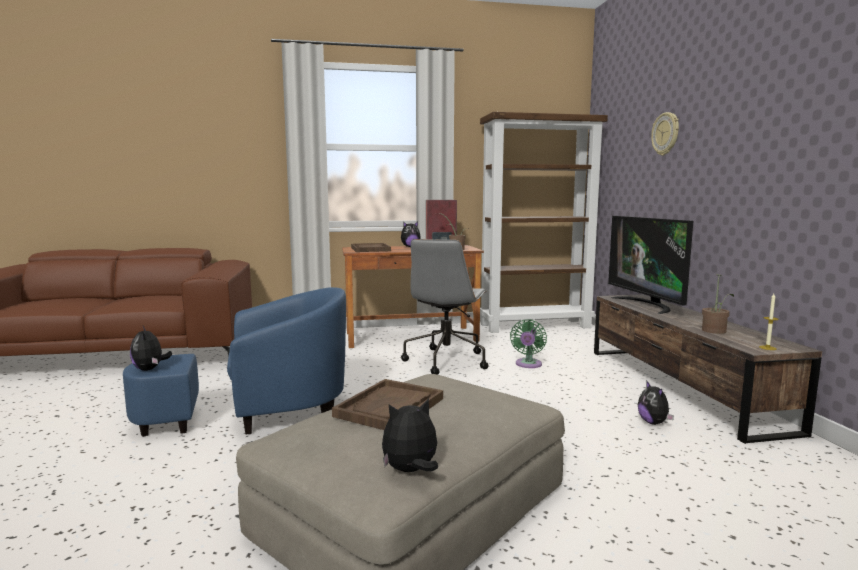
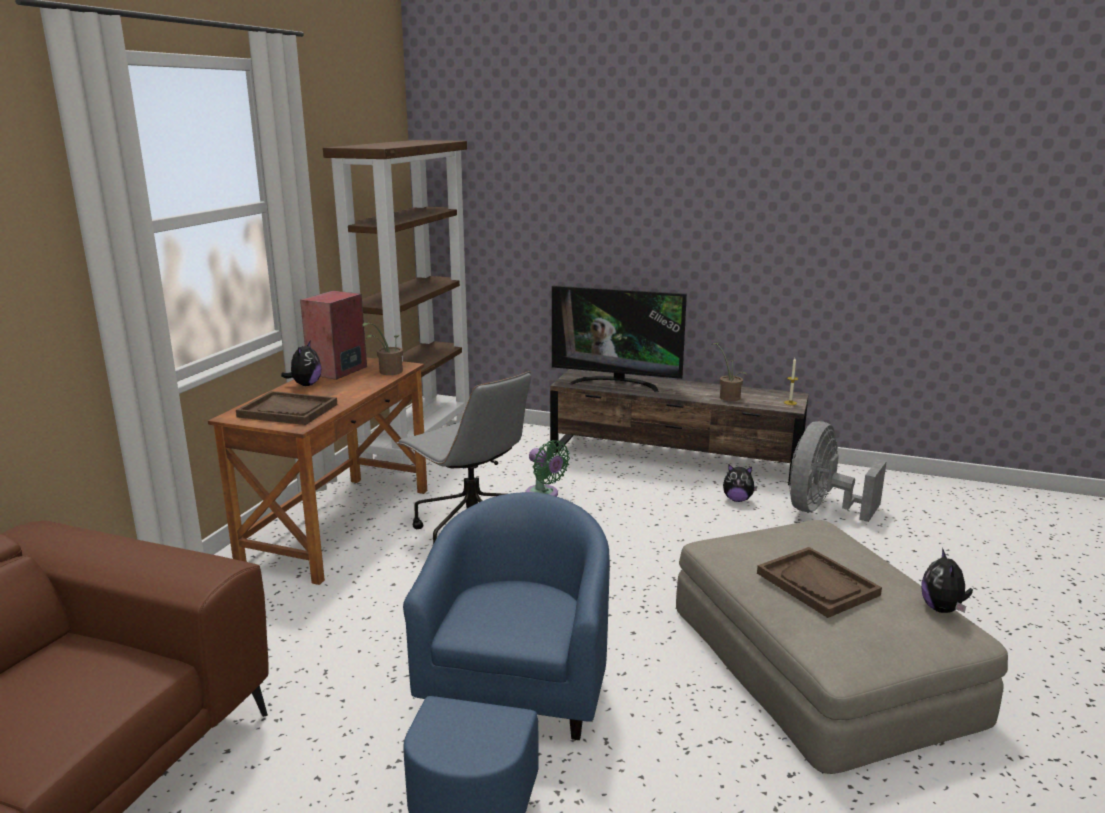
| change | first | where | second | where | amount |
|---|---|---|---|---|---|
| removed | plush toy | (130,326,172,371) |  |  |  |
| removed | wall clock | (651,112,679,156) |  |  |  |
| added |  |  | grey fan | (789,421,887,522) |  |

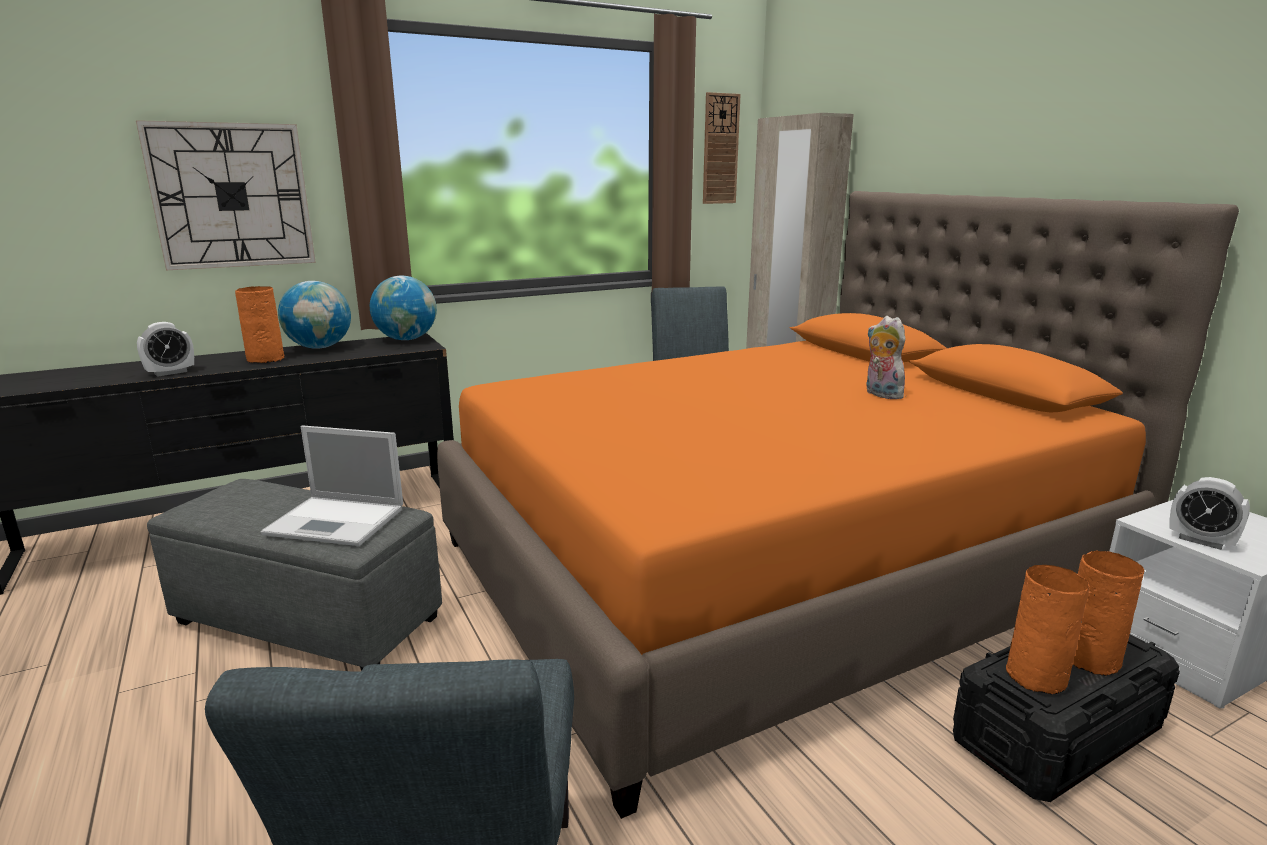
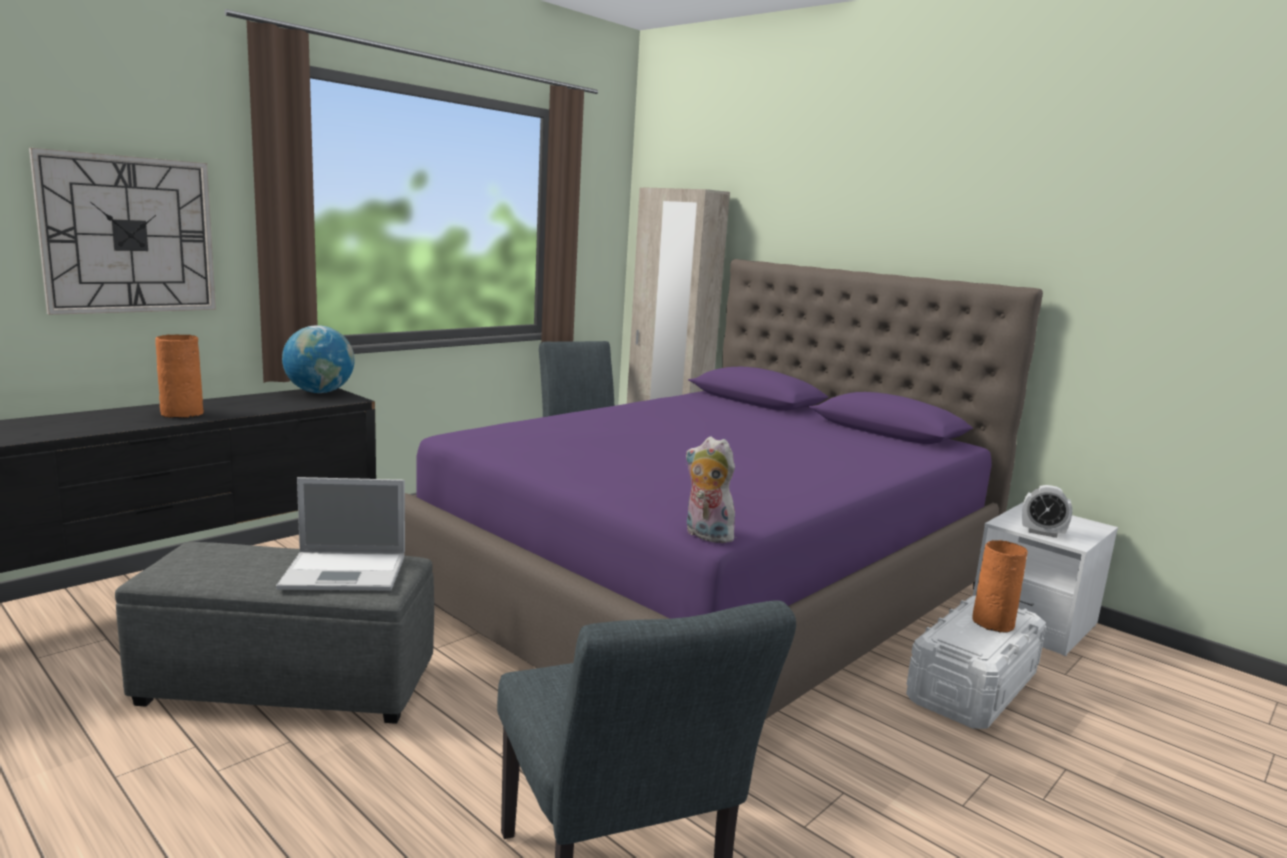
| change | first | where | second | where | amount |
|---|---|---|---|---|---|
| removed | alarm clock | (137,322,194,377) |  |  |  |
| removed | globe | (278,281,351,349) |  |  |  |
| removed | wall clock | (703,92,741,204) |  |  |  |
| removed | orange vase | (1006,565,1089,695) |  |  |  |
| moved | plush toy | (866,316,909,399) |  | (685,437,739,543) |  |
| recoloured | orange bed | (437,191,1239,819) | purple bed | (404,259,1043,720) |  |
| recoloured | black storage box | (953,634,1180,802) | white storage box | (906,596,1046,729) |  |

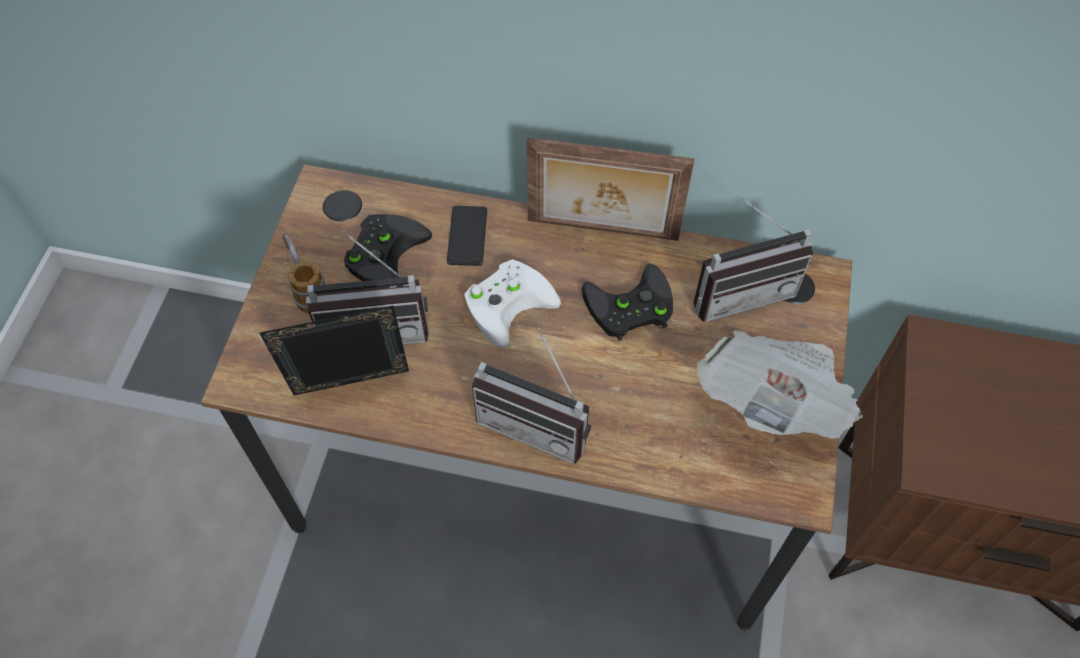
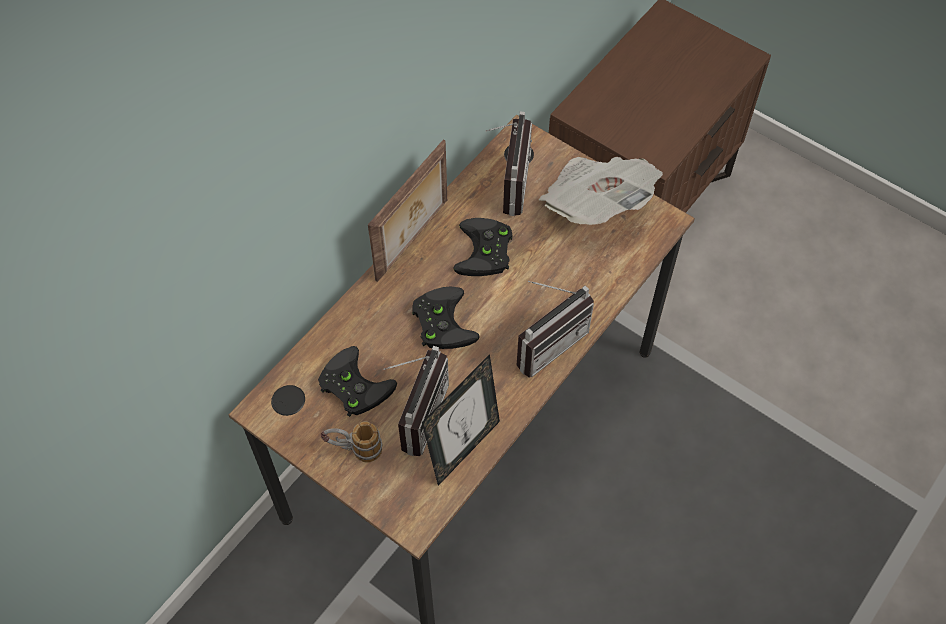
| change | first | where | second | where | amount |
|---|---|---|---|---|---|
| removed | phone | (447,206,487,266) |  |  |  |
| recoloured | white game controller | (464,259,561,348) | black game controller | (412,286,480,349) |  |
| turned | picture frame | (259,306,409,395) |  | (422,354,500,486) | 150 degrees counterclockwise |

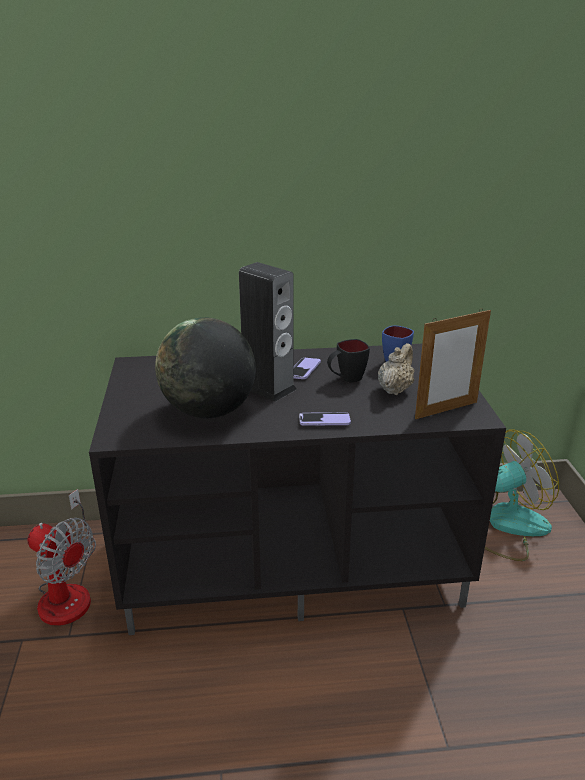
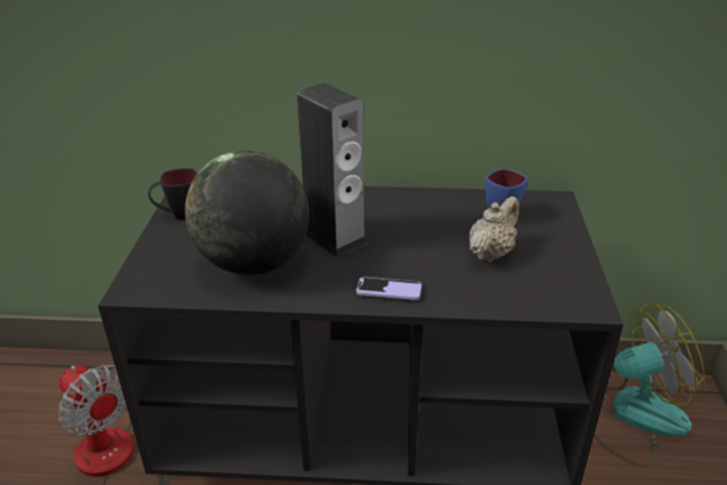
| change | first | where | second | where | amount |
|---|---|---|---|---|---|
| removed | phone | (294,358,321,379) |  |  |  |
| removed | picture frame | (415,308,491,419) |  |  |  |
| moved | black mug | (327,339,370,382) |  | (148,168,197,220) |  |

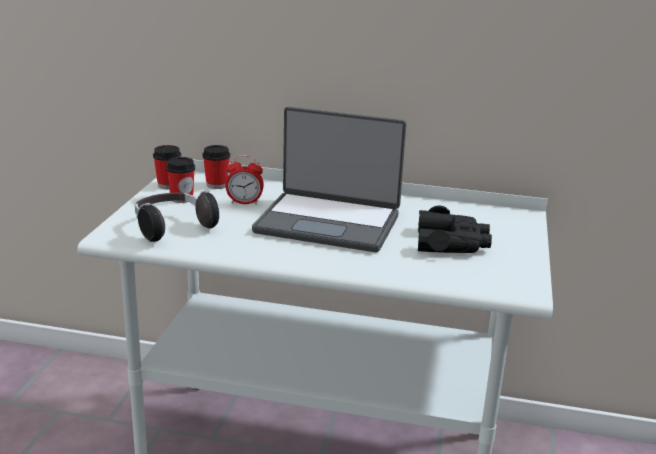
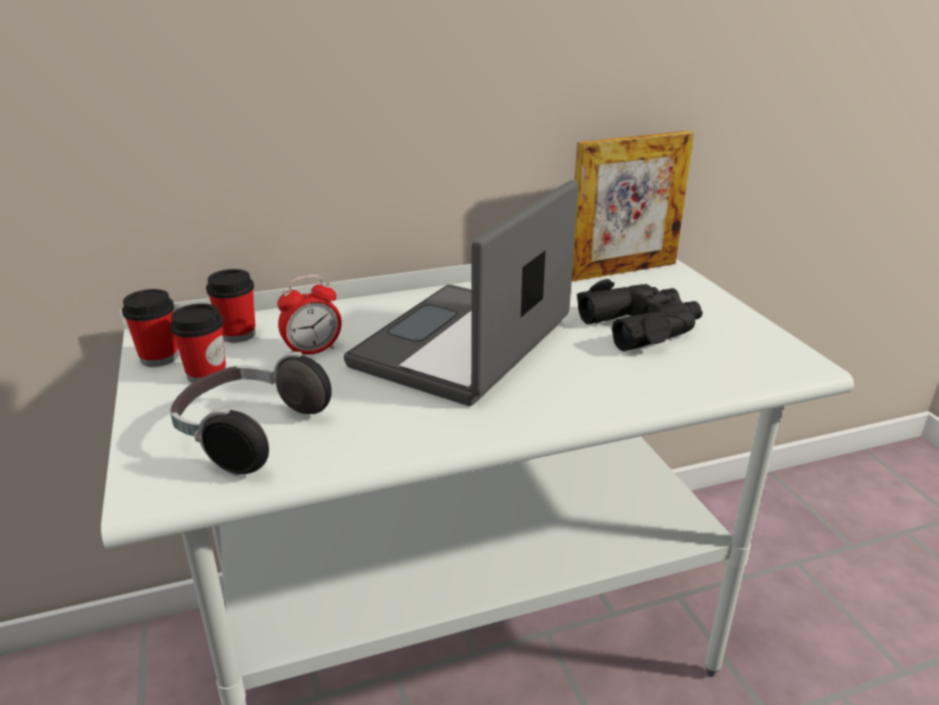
| change | first | where | second | where | amount |
|---|---|---|---|---|---|
| added |  |  | picture frame | (572,131,694,281) |  |
| turned | laptop | (252,106,407,252) |  | (344,180,578,406) | 135 degrees clockwise |

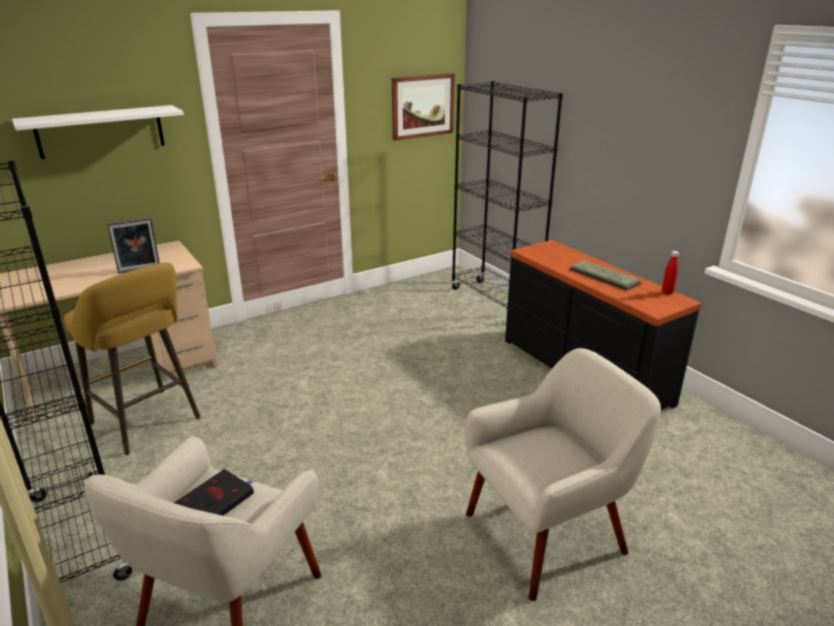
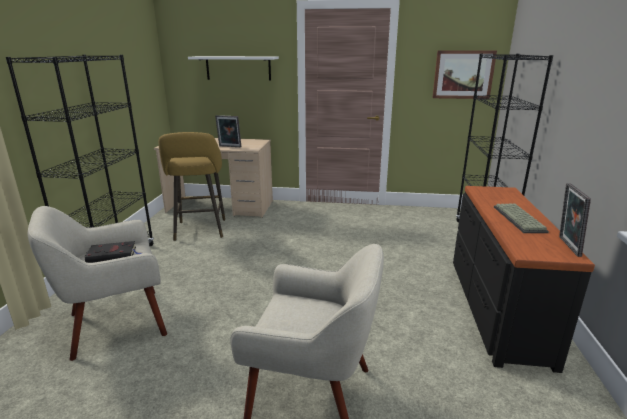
| change | first | where | second | where | amount |
|---|---|---|---|---|---|
| replaced | red bottle | (662,251,679,294) | picture frame | (559,183,591,257) |  |

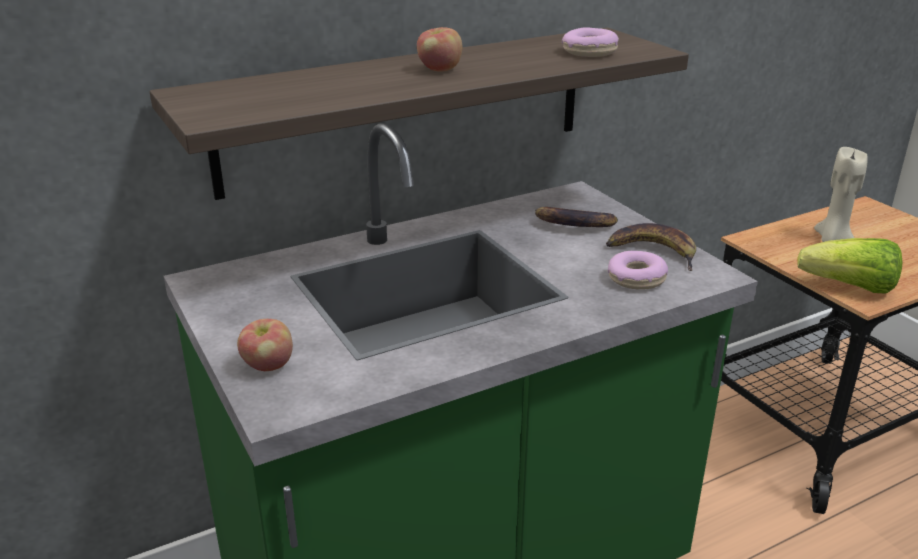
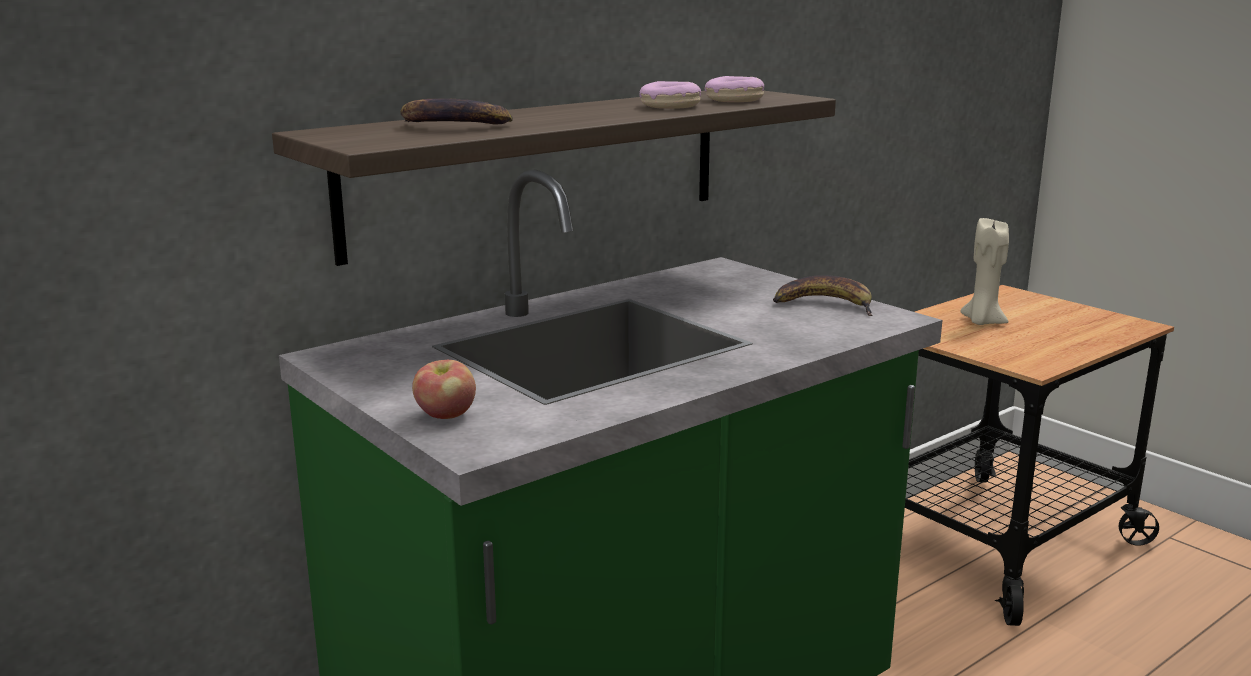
| change | first | where | second | where | amount |
|---|---|---|---|---|---|
| removed | apple | (417,27,462,72) |  |  |  |
| removed | lettuce | (797,238,902,294) |  |  |  |
| moved | banana | (535,207,618,227) |  | (400,98,513,125) |  |
| moved | donut | (608,251,668,290) |  | (639,81,701,109) |  |

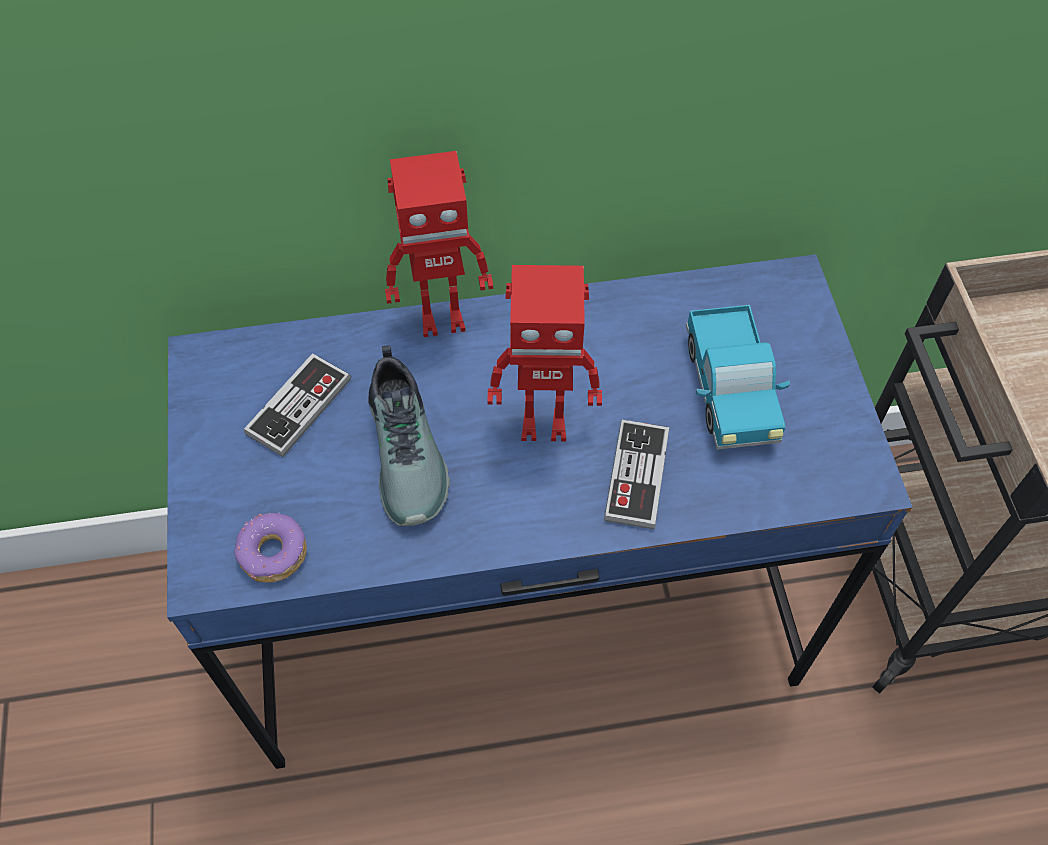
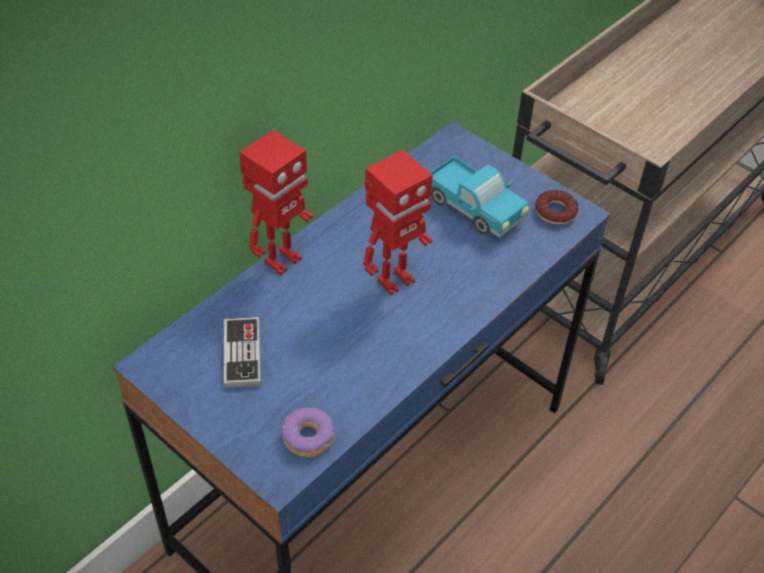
| change | first | where | second | where | amount |
|---|---|---|---|---|---|
| removed | shoe | (369,345,450,526) |  |  |  |
| removed | game controller | (604,420,669,529) |  |  |  |
| added |  |  | donut | (535,190,578,225) |  |

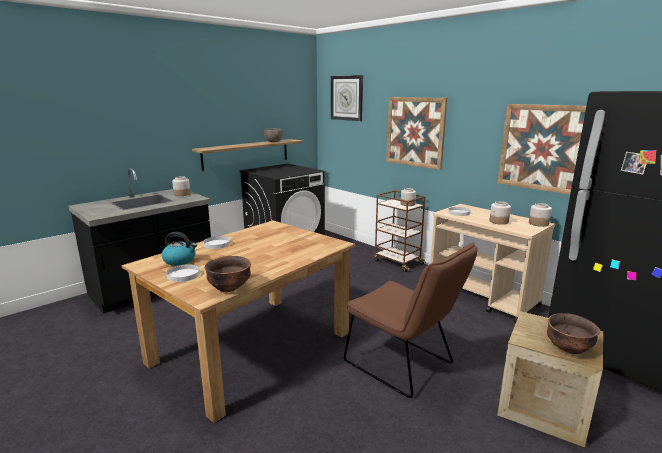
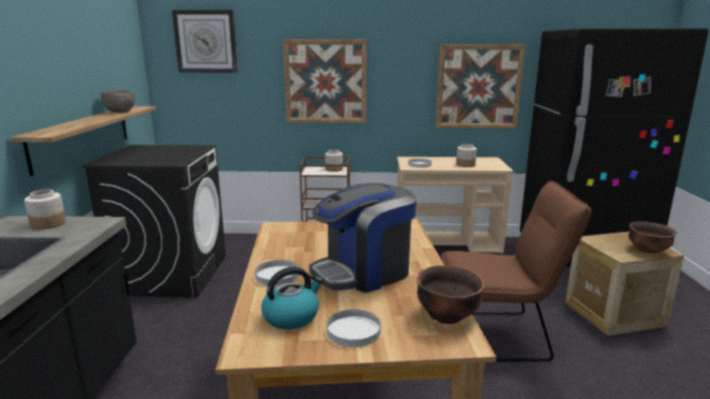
| change | first | where | second | where | amount |
|---|---|---|---|---|---|
| removed | jar | (529,203,552,227) |  |  |  |
| added |  |  | coffee machine | (309,183,417,293) |  |

